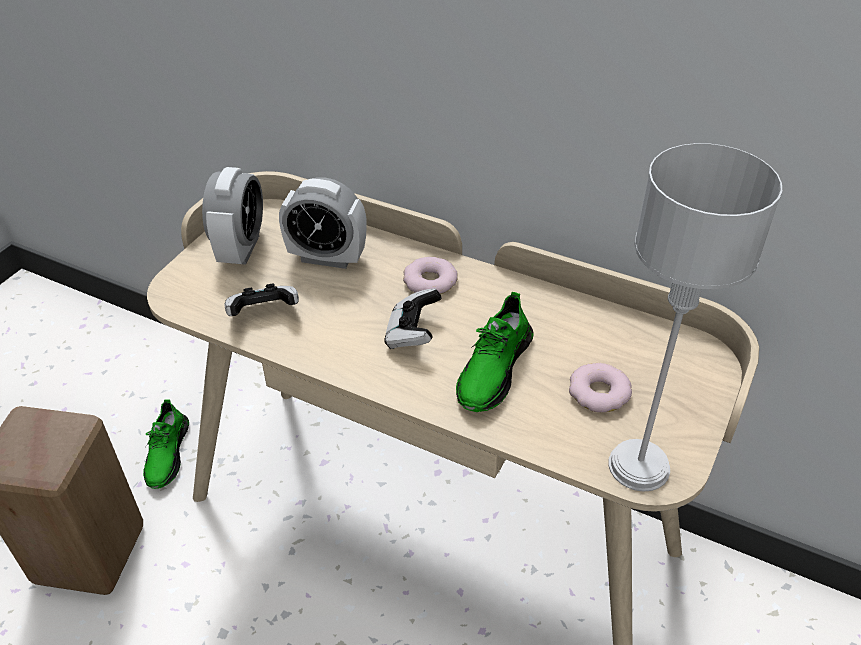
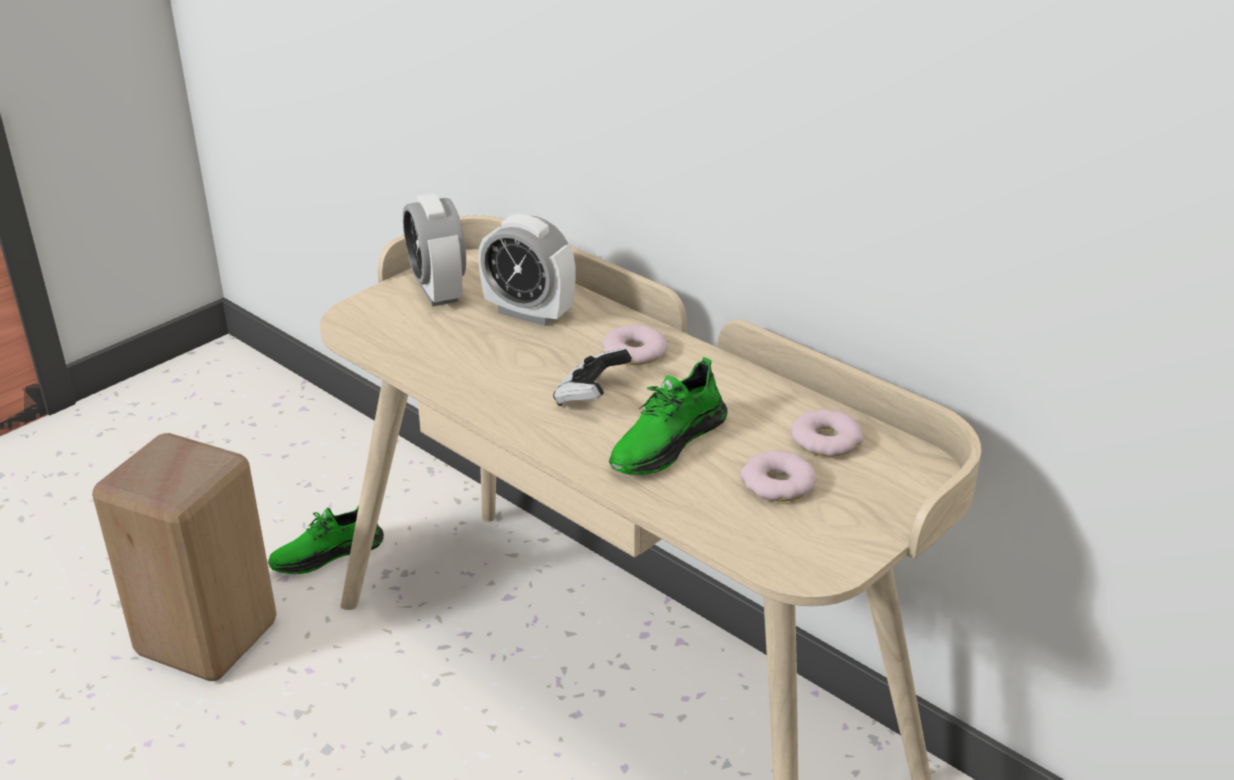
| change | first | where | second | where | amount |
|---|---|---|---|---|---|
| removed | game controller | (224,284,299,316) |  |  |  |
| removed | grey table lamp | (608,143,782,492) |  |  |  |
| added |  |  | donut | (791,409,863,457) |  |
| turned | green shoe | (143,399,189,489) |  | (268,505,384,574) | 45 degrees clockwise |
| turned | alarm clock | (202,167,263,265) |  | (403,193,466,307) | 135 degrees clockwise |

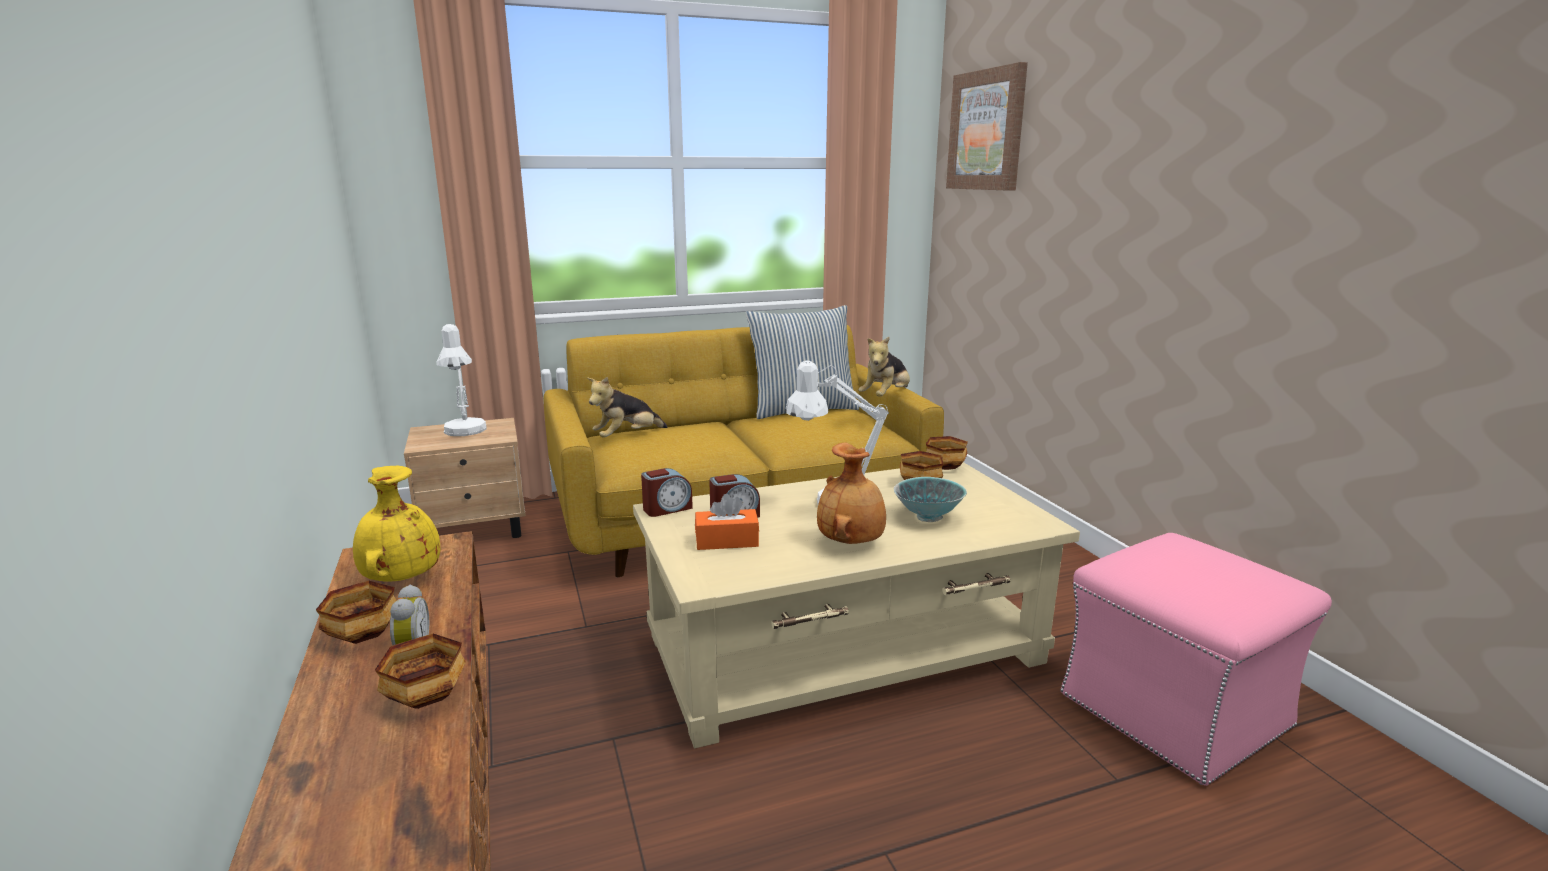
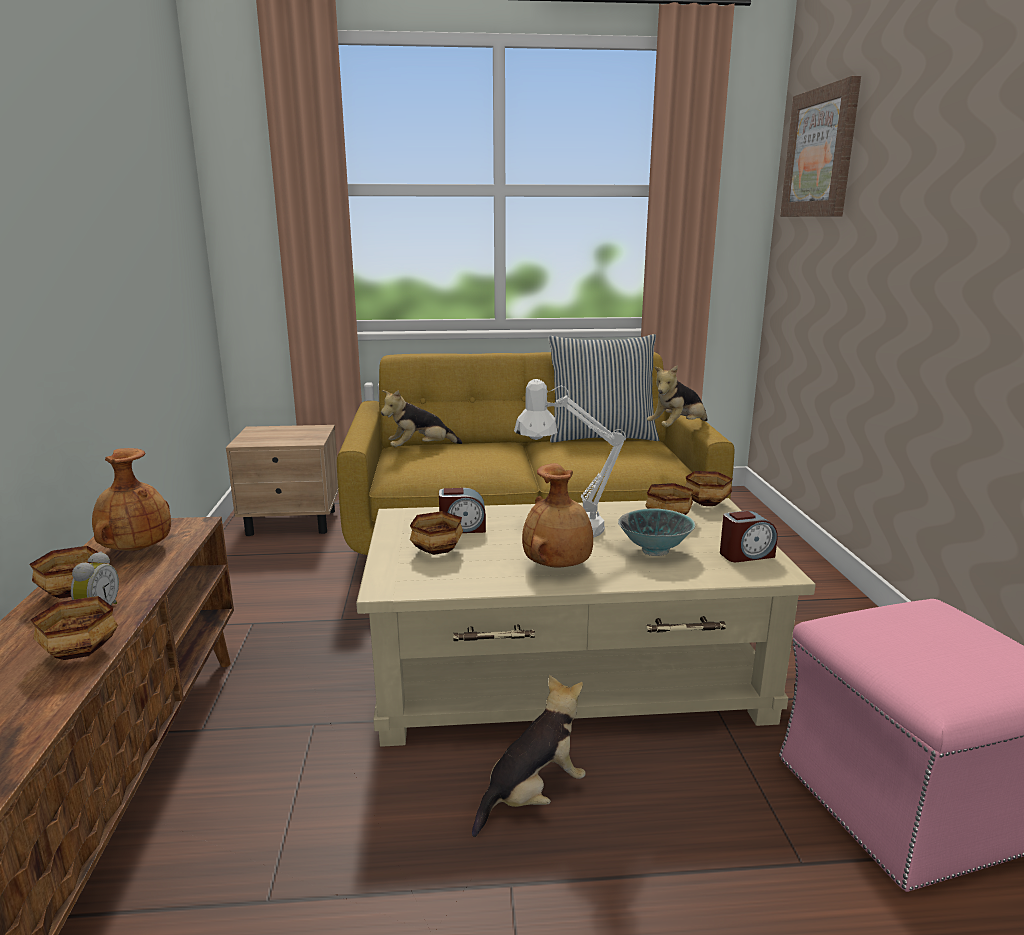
| change | first | where | second | where | amount |
|---|---|---|---|---|---|
| removed | white table lamp | (436,324,487,436) |  |  |  |
| added |  |  | plush toy | (472,675,586,837) |  |
| moved | alarm clock | (641,468,693,517) |  | (720,511,778,562) |  |
| replaced | orange tissue box | (695,494,759,550) | bowl | (410,511,463,555) |  |
| recoloured | yellow vase | (353,465,440,582) | brown vase | (92,448,171,551) |  |

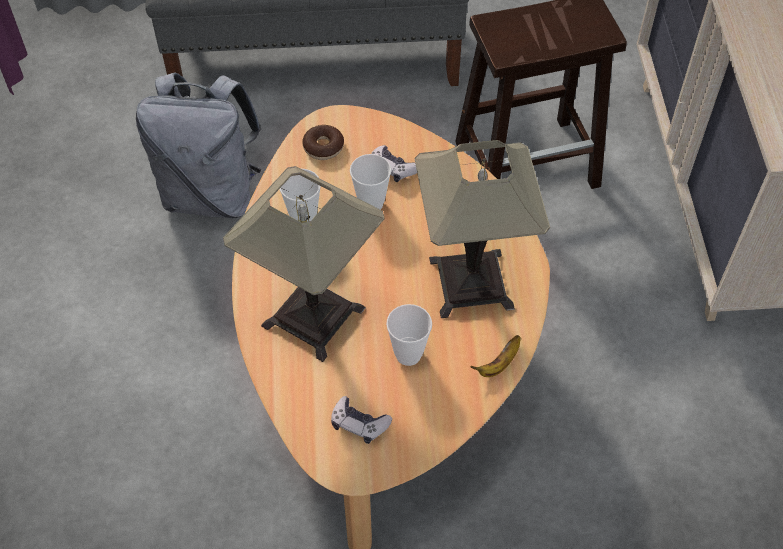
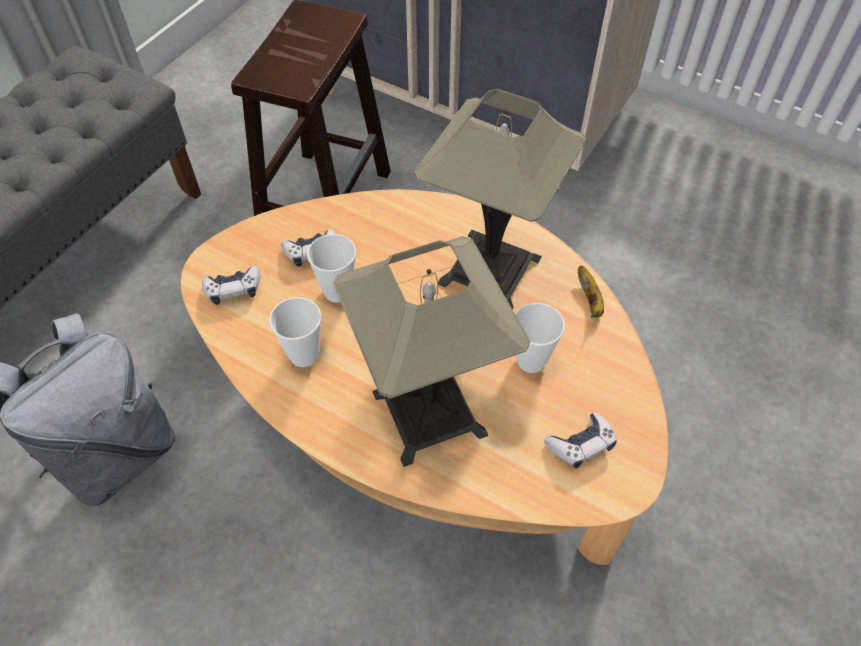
| change | first | where | second | where | amount |
|---|---|---|---|---|---|
| replaced | donut | (302,125,344,160) | game controller | (202,266,260,305) |  |

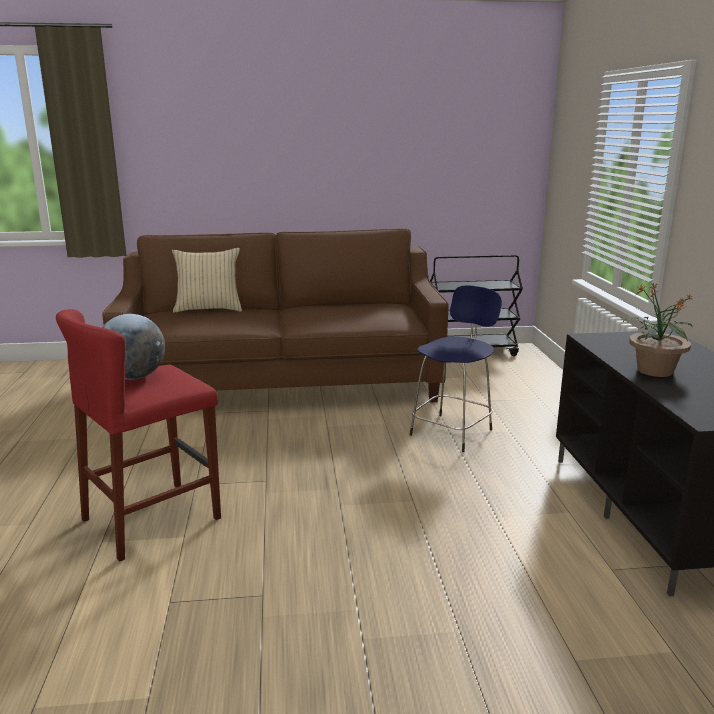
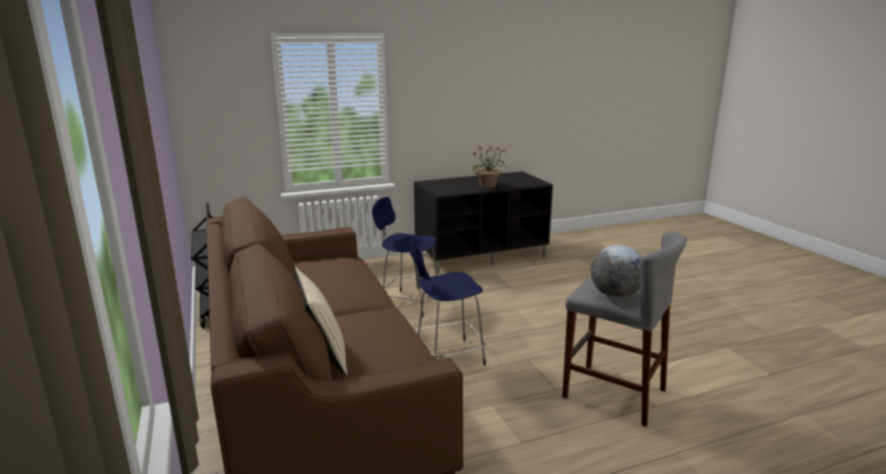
| change | first | where | second | where | amount |
|---|---|---|---|---|---|
| added |  |  | blue stool | (407,239,486,366) |  |
| recoloured | red stool | (56,309,221,562) | grey stool | (562,232,687,427) |  |

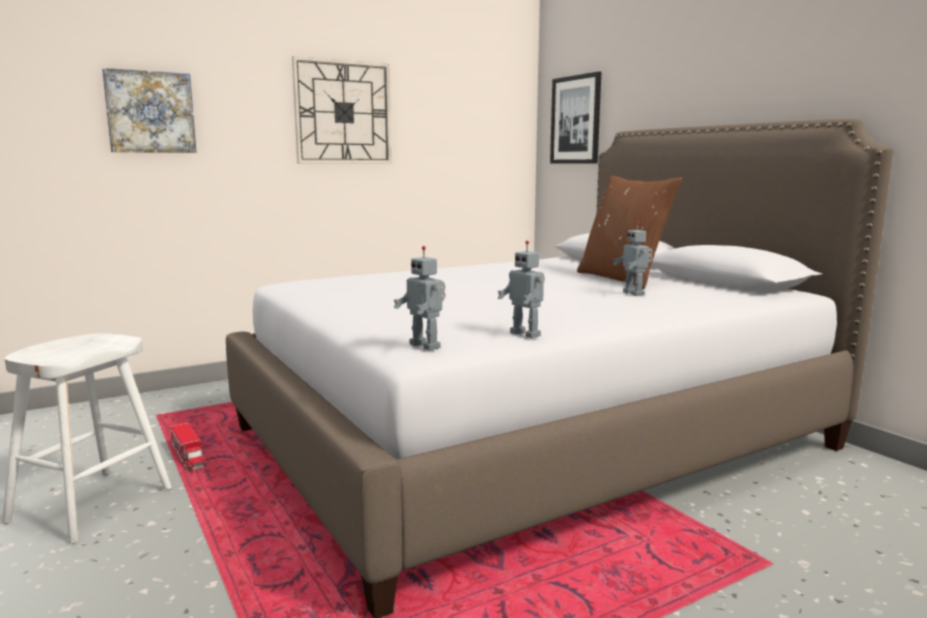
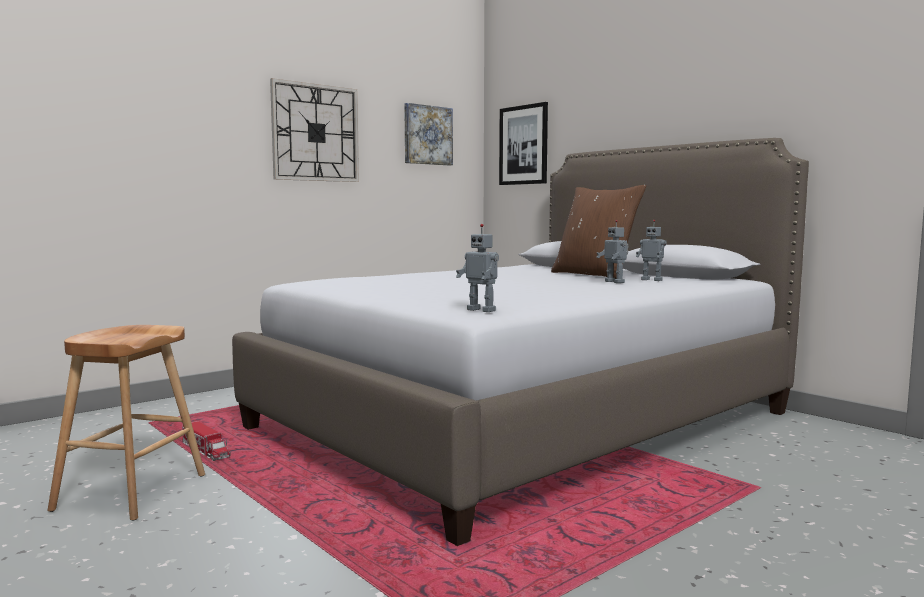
| change | first | where | second | where | amount |
|---|---|---|---|---|---|
| moved | picture | (102,68,196,153) |  | (404,103,453,165) |  |
| moved | toy robot | (498,241,545,338) |  | (636,220,667,281) |  |
| recoloured | white stool | (2,333,172,544) | brown stool | (47,325,205,521) |  |

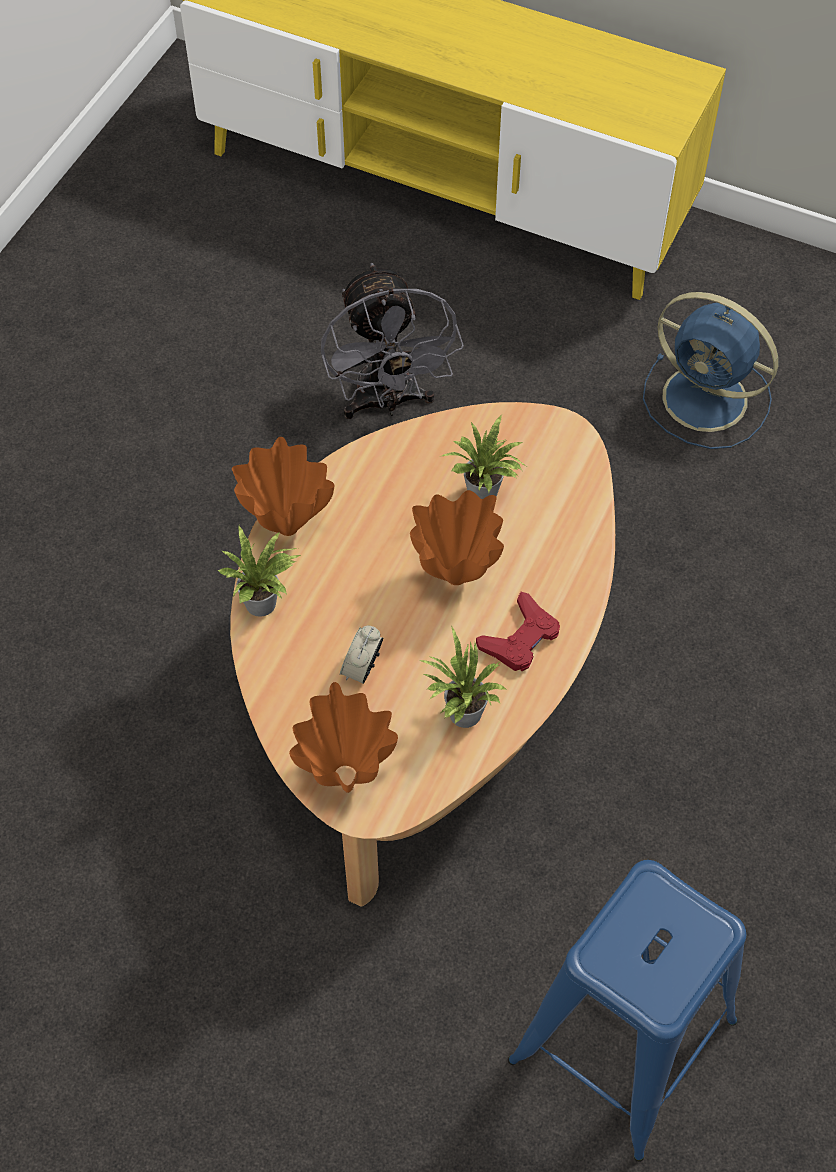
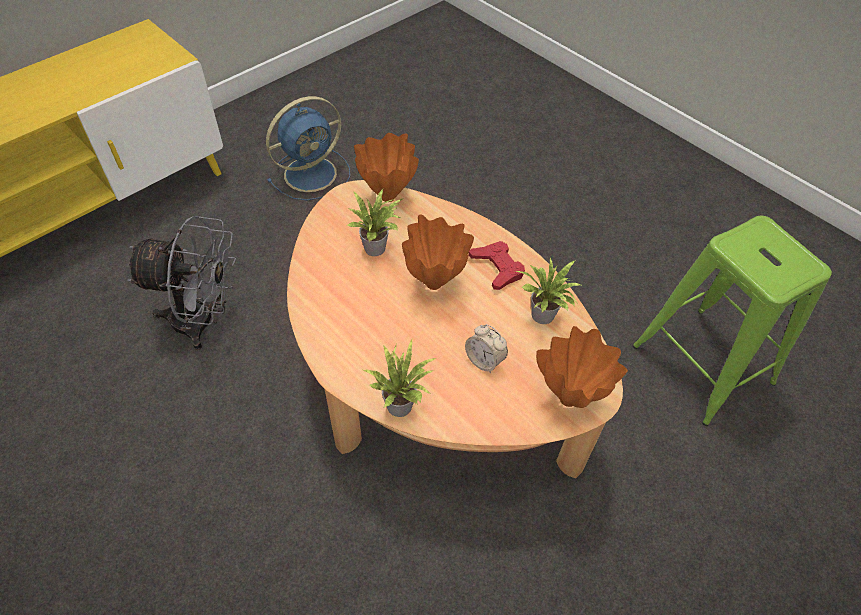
| change | first | where | second | where | amount |
|---|---|---|---|---|---|
| moved | orange vase | (232,437,334,536) |  | (354,133,419,202) |  |
| recoloured | blue stool | (508,860,746,1162) | green stool | (633,216,832,426) |  |

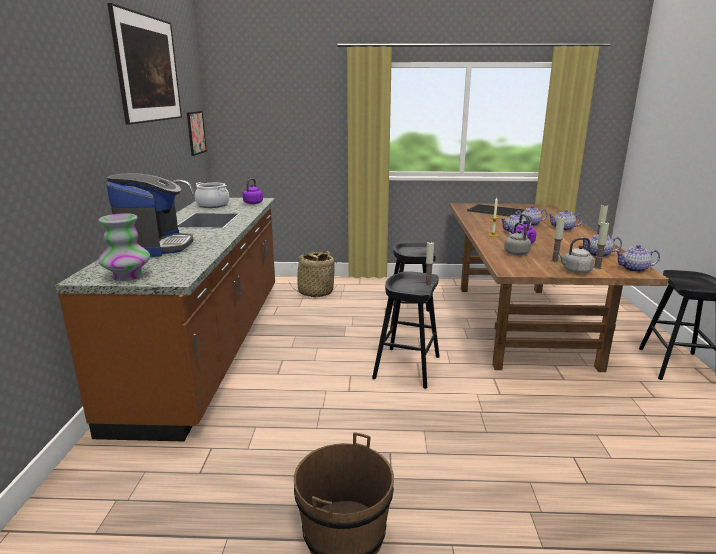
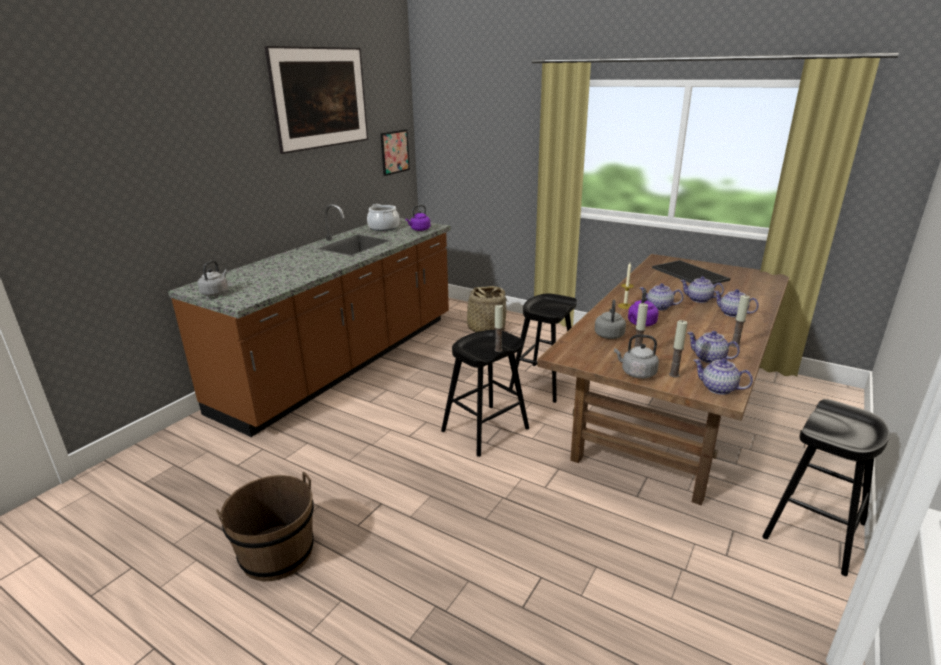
| change | first | where | second | where | amount |
|---|---|---|---|---|---|
| removed | coffee machine | (106,173,193,257) |  |  |  |
| replaced | vase | (98,213,150,281) | grey kettle | (197,260,228,296) |  |

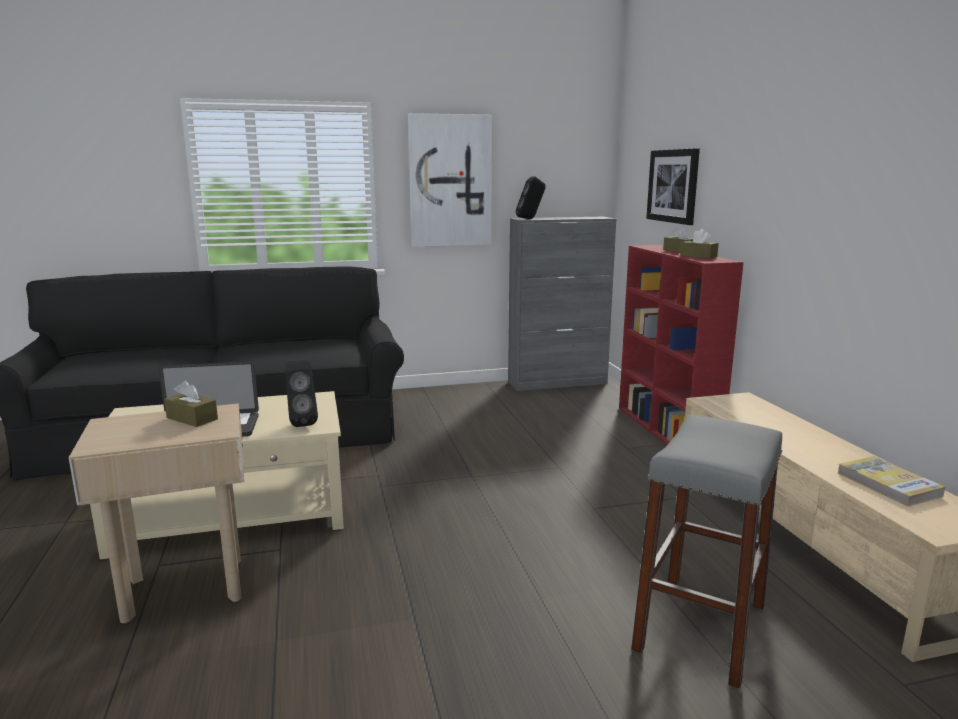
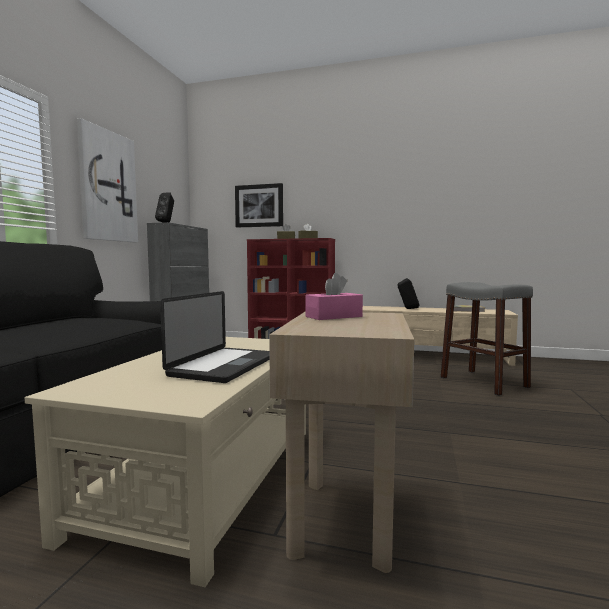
| change | first | where | second | where | amount |
|---|---|---|---|---|---|
| moved | black speaker | (285,360,318,427) |  | (398,278,420,309) |  |
| recoloured | brown tissue box | (164,380,218,427) | pink tissue box | (305,273,363,320) |  |

